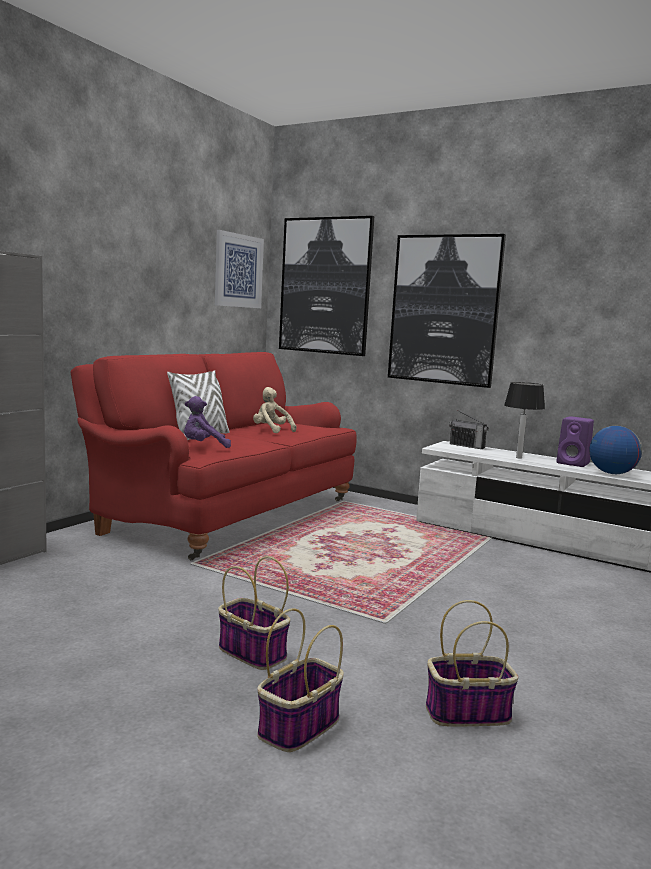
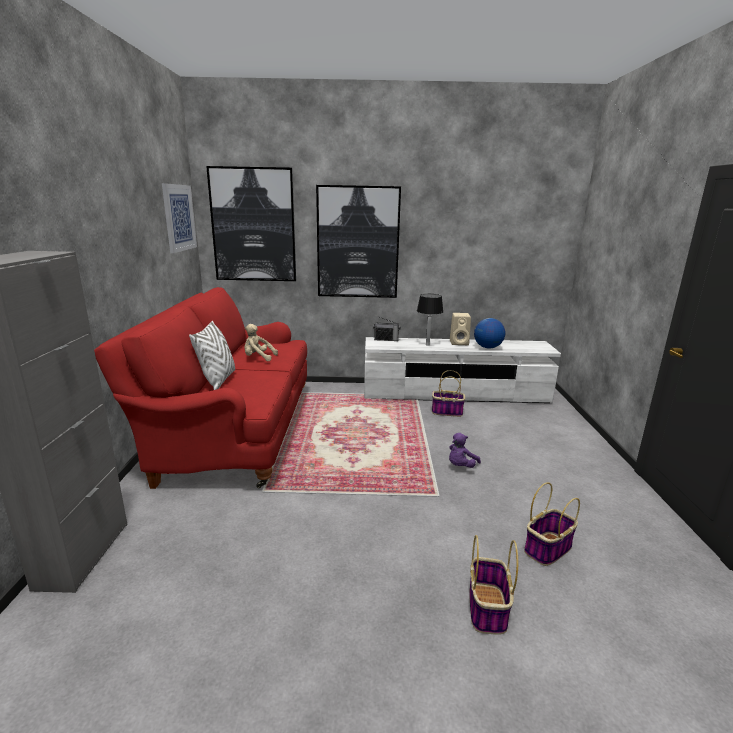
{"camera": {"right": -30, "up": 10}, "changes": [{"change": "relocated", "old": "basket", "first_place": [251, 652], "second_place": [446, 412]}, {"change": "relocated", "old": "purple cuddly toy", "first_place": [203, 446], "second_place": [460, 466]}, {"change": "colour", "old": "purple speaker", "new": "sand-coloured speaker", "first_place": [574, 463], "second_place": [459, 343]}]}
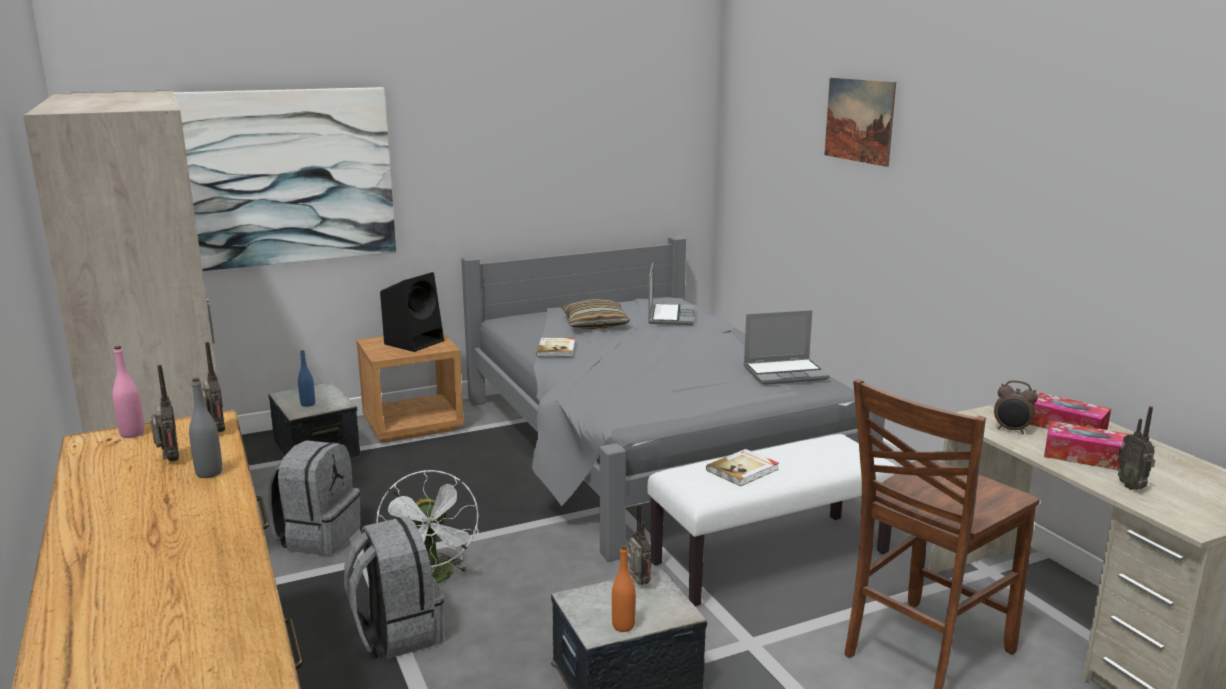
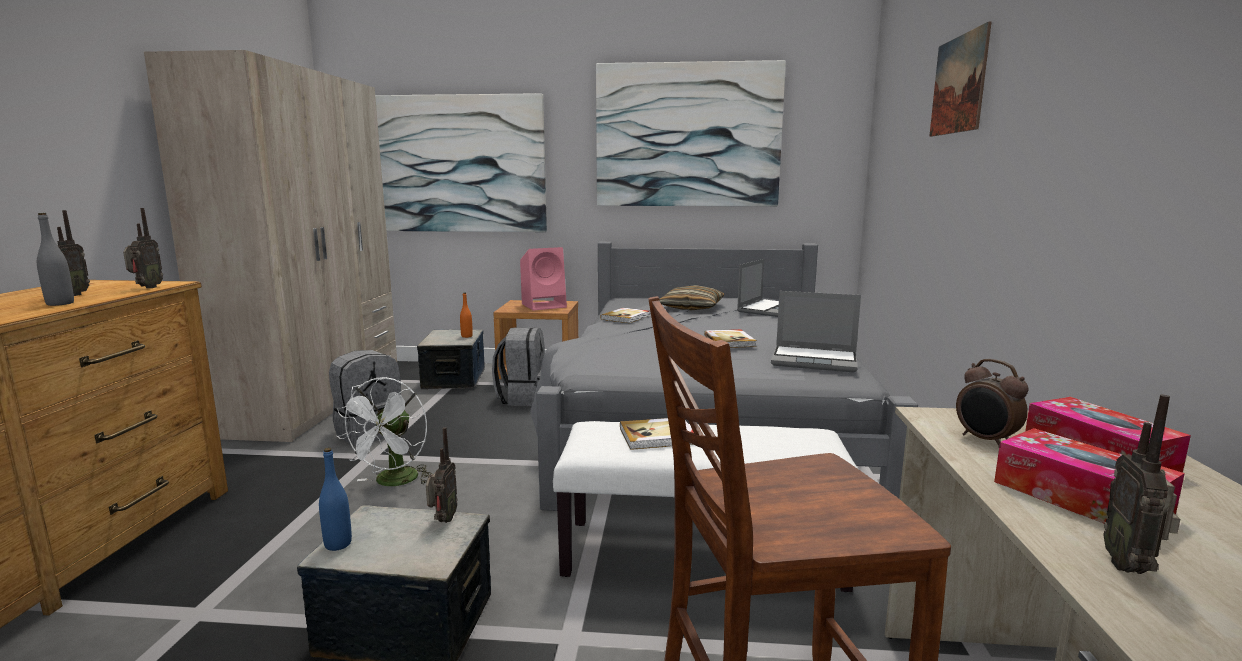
{"camera": {"right": 30, "up": -5}, "changes": [{"change": "relocated", "old": "bluish beverage bottle", "first_place": [308, 404], "second_place": [338, 544]}, {"change": "relocated", "old": "orange beverage bottle", "first_place": [623, 626], "second_place": [466, 336]}, {"change": "relocated", "old": "gray knapsack", "first_place": [397, 633], "second_place": [524, 398]}, {"change": "colour", "old": "black speaker", "new": "pink-coloured speaker", "first_place": [415, 342], "second_place": [545, 305]}, {"change": "appeared", "new": "wall art", "second_place": [687, 135]}, {"change": "appeared", "new": "bound book", "second_place": [730, 341]}, {"change": "missing", "old": "pink-coloured beverage bottle", "first_place": [132, 434]}]}
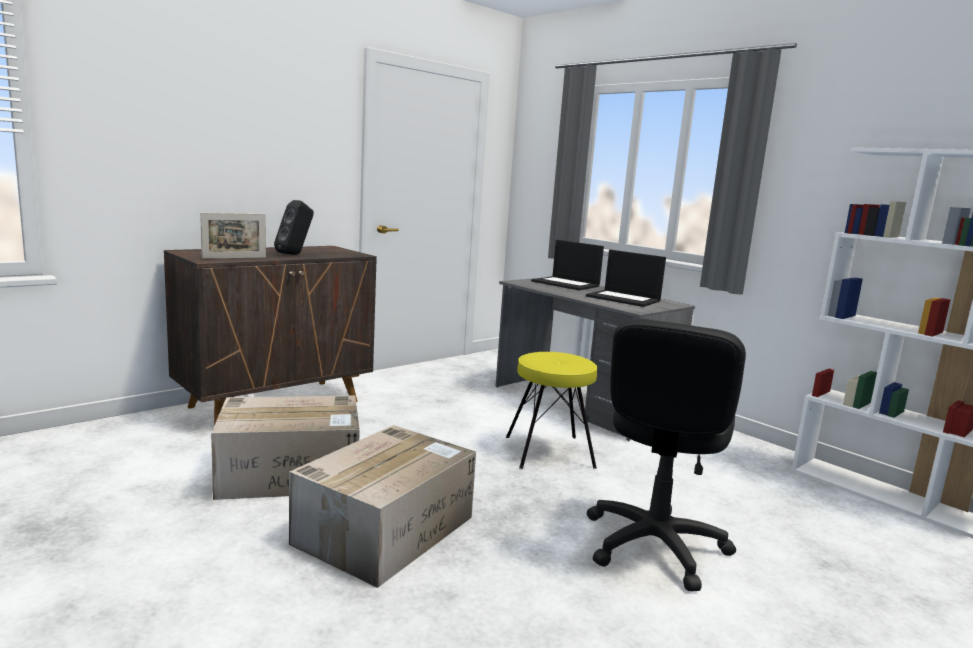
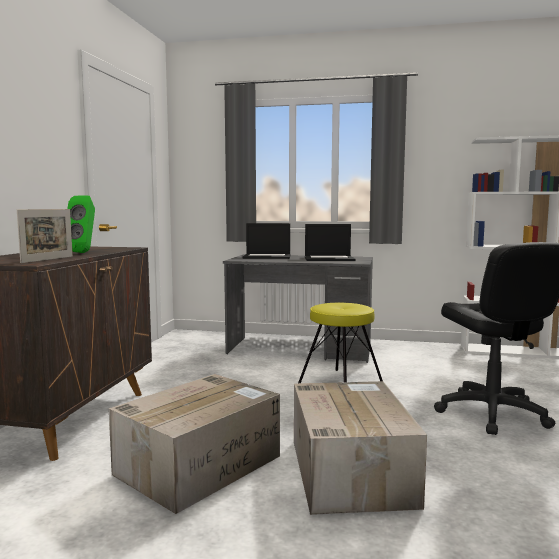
{"camera": {"right": -35, "up": -5}, "changes": [{"change": "colour", "old": "black speaker", "new": "greenish speaker", "first_place": [295, 254], "second_place": [83, 252]}]}
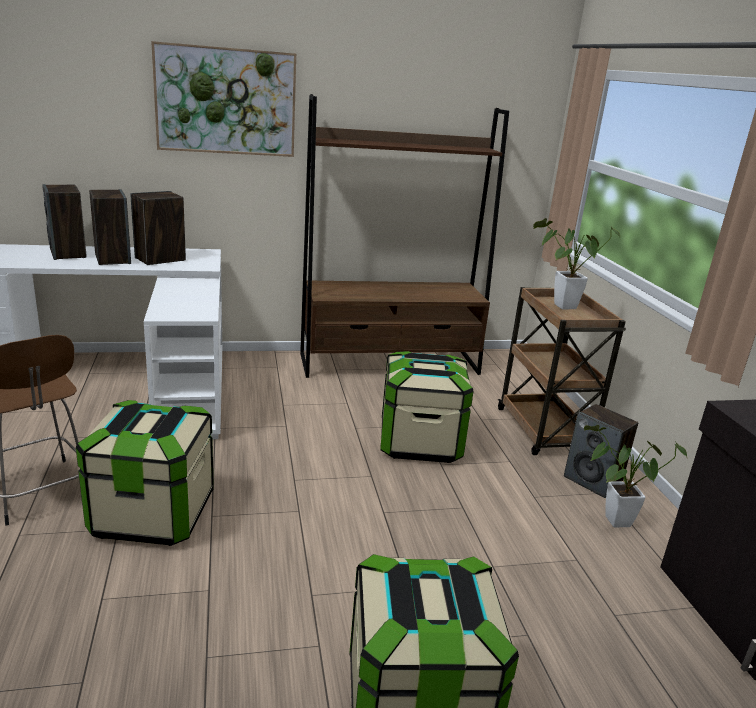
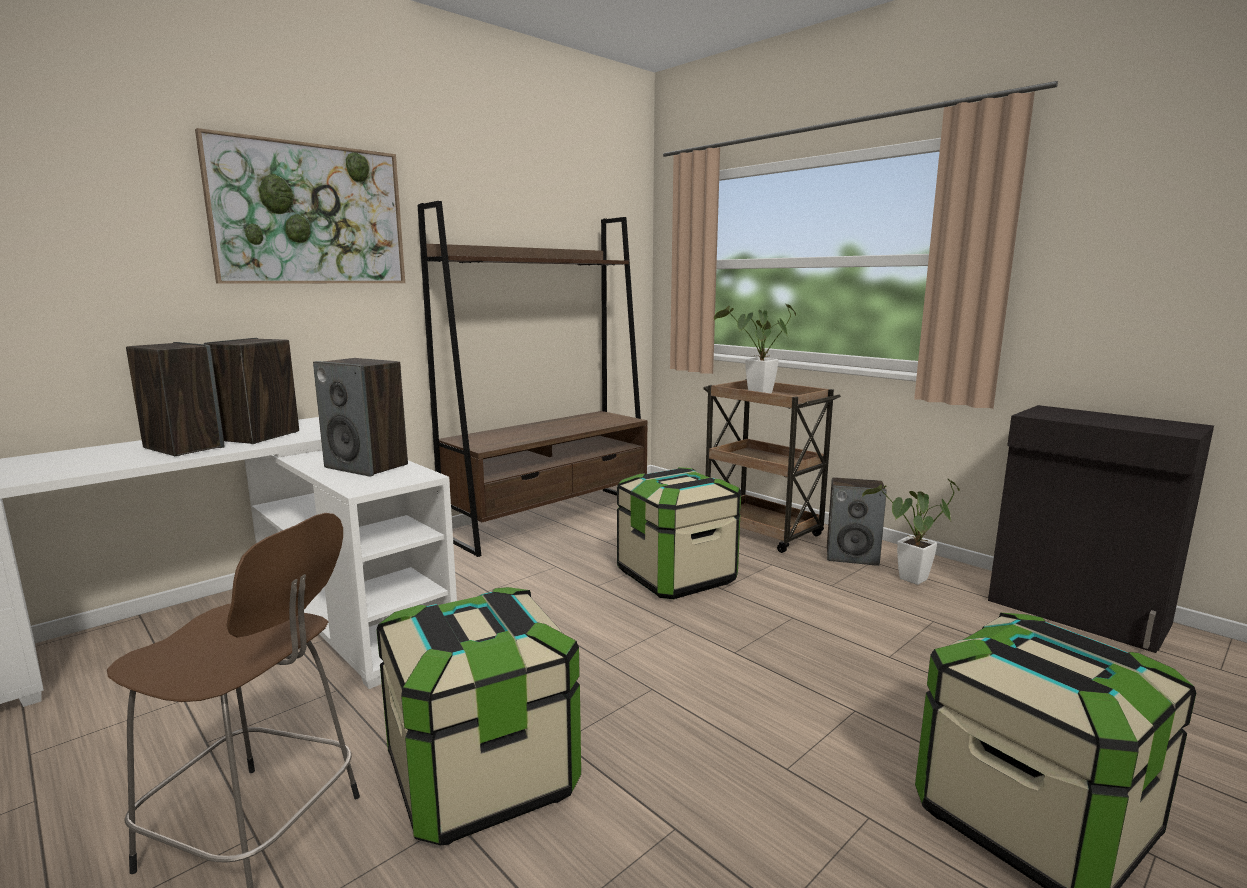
{"camera": {"right": -30, "up": -10}, "changes": [{"change": "relocated", "old": "speaker", "first_place": [68, 253], "second_place": [367, 466]}]}
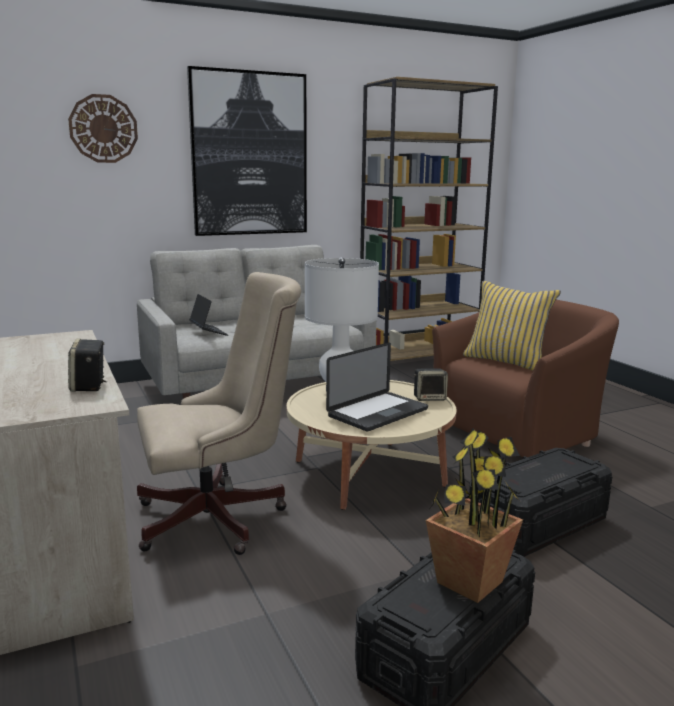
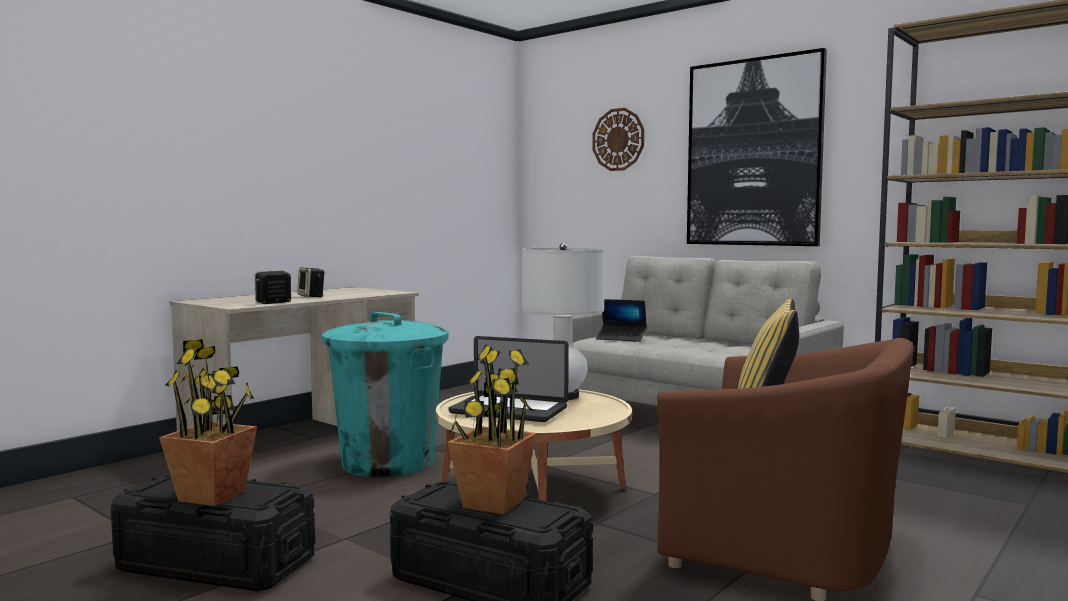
{"camera": {"right": 65, "up": -10}, "changes": [{"change": "relocated", "old": "speaker", "first_place": [430, 398], "second_place": [312, 296]}, {"change": "exchanged", "old": "sand-coloured office chair", "new": "turquoise-coloured rubbish bin", "first_place": [220, 518], "second_place": [388, 462]}, {"change": "appeared", "new": "plant in a pot", "second_place": [492, 503]}, {"change": "spun", "old": "laptop", "first_place": [208, 332], "second_place": [621, 338], "degrees": 75}]}
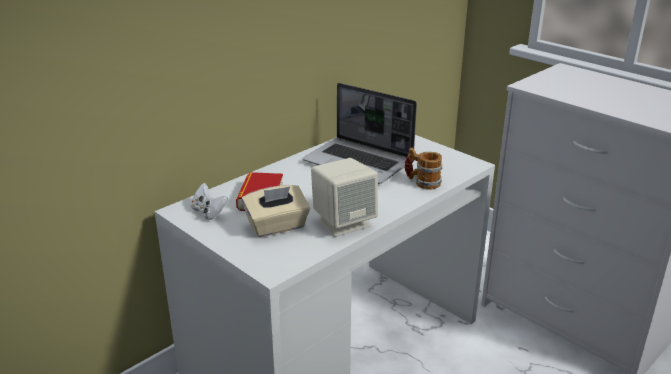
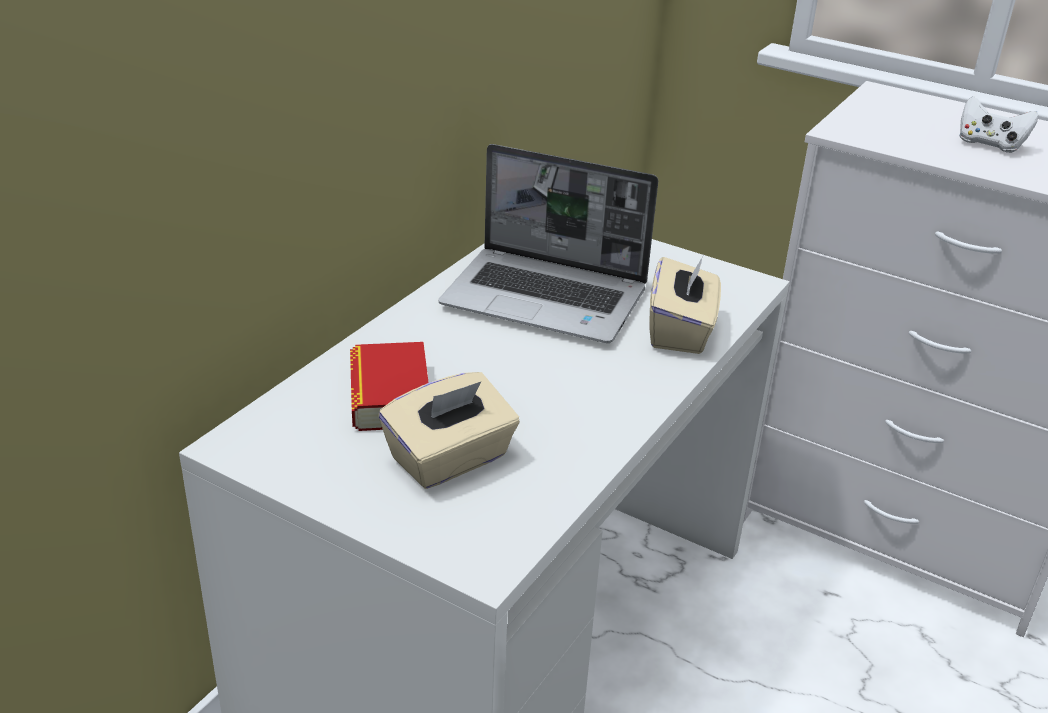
{"camera": {"right": -15, "up": 5}, "changes": [{"change": "exchanged", "old": "tea mug", "new": "sand-coloured box of tissues", "first_place": [422, 182], "second_place": [681, 331]}, {"change": "relocated", "old": "white-coloured gamepad", "first_place": [208, 212], "second_place": [989, 144]}, {"change": "missing", "old": "sand-coloured speaker", "first_place": [344, 222]}]}
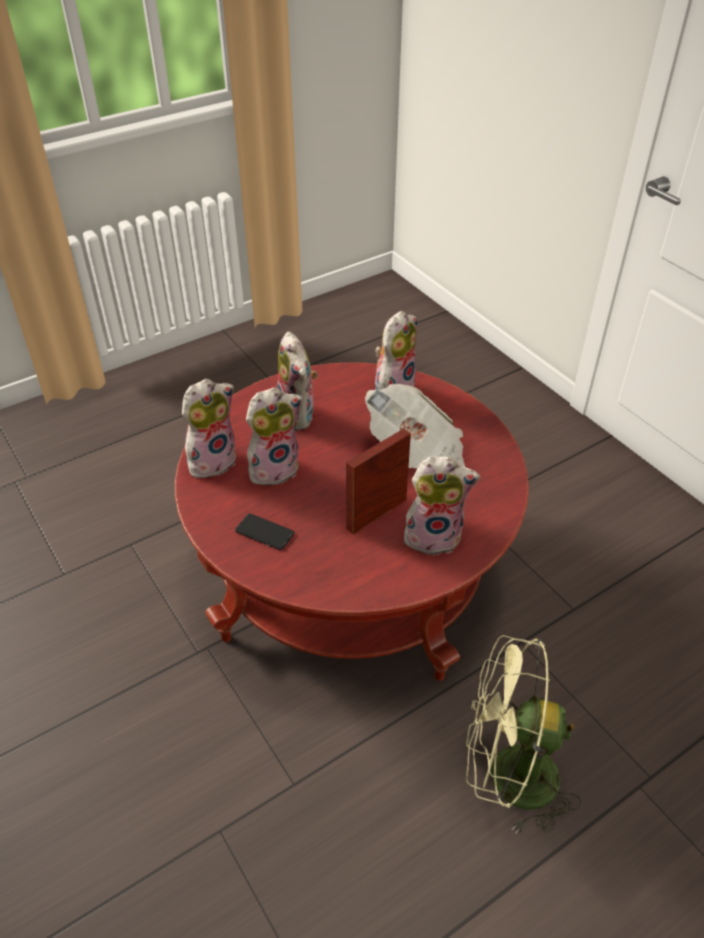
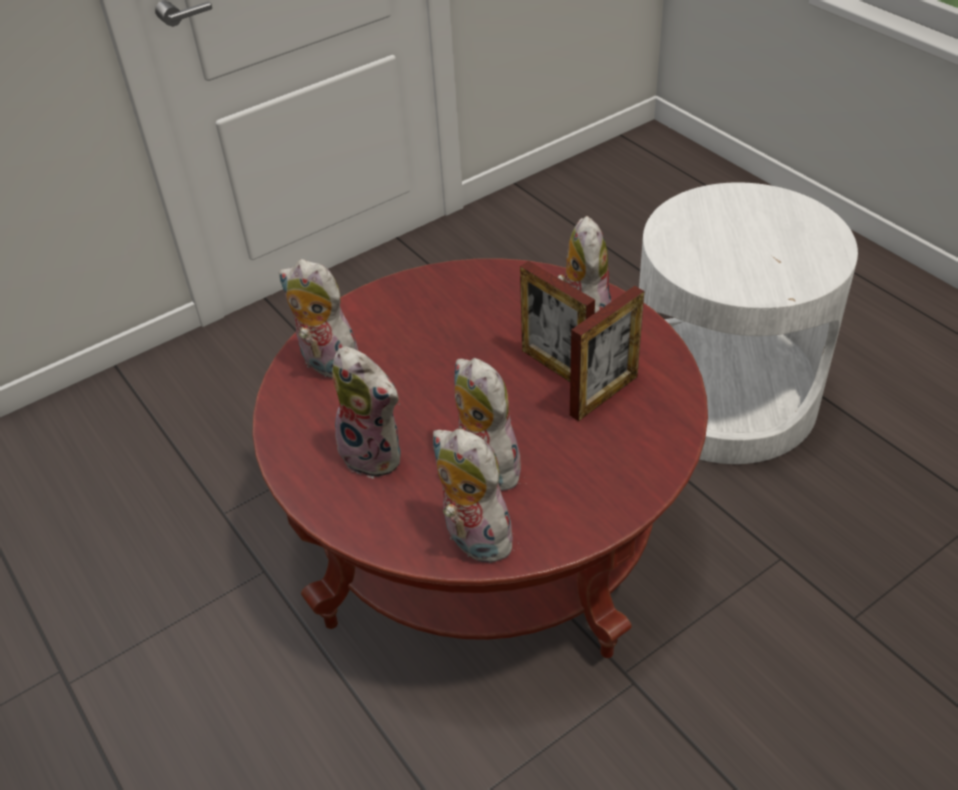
{"camera": {"right": -90, "up": 0}, "changes": [{"change": "spun", "old": "cuddly toy", "first_place": [299, 416], "second_place": [376, 453], "degrees": 60}, {"change": "appeared", "new": "picture frame", "second_place": [604, 395]}, {"change": "exchanged", "old": "greenish fan", "new": "white-coloured end table", "first_place": [507, 777], "second_place": [723, 395]}, {"change": "missing", "old": "phone", "first_place": [264, 532]}, {"change": "missing", "old": "printed paper", "first_place": [417, 454]}]}
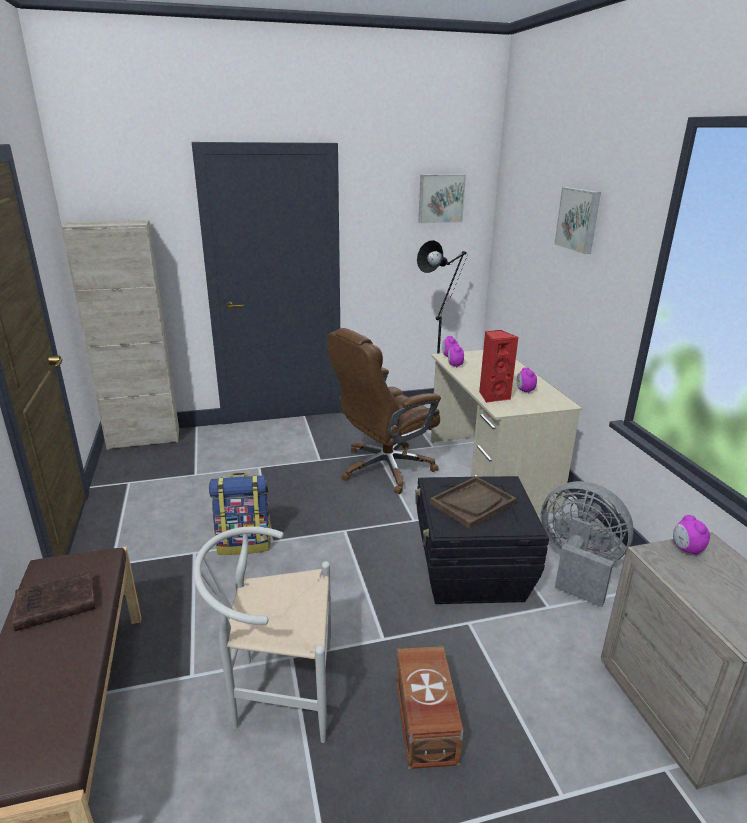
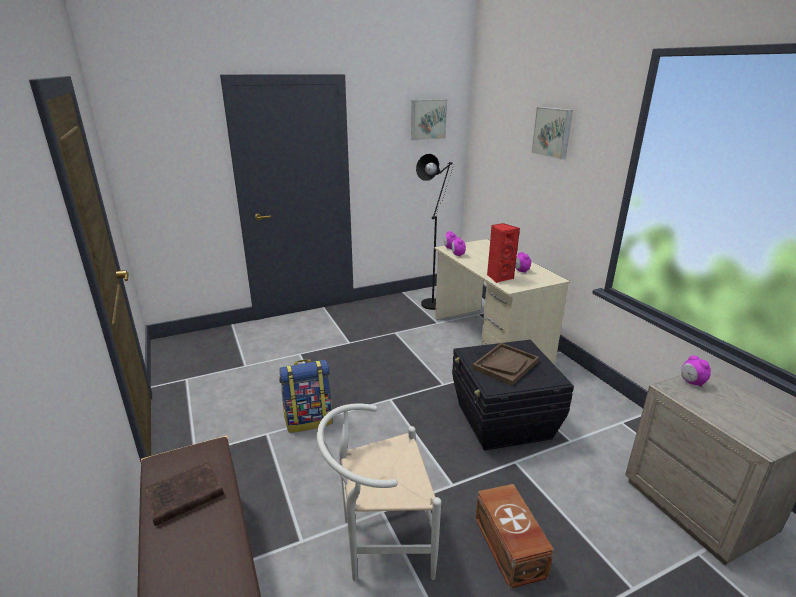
{"camera": {"right": -10, "up": 0}, "changes": [{"change": "missing", "old": "sand-coloured cabinet", "first_place": [144, 439]}, {"change": "missing", "old": "brown-coloured office chair", "first_place": [384, 468]}, {"change": "missing", "old": "gray fan", "first_place": [577, 567]}]}
